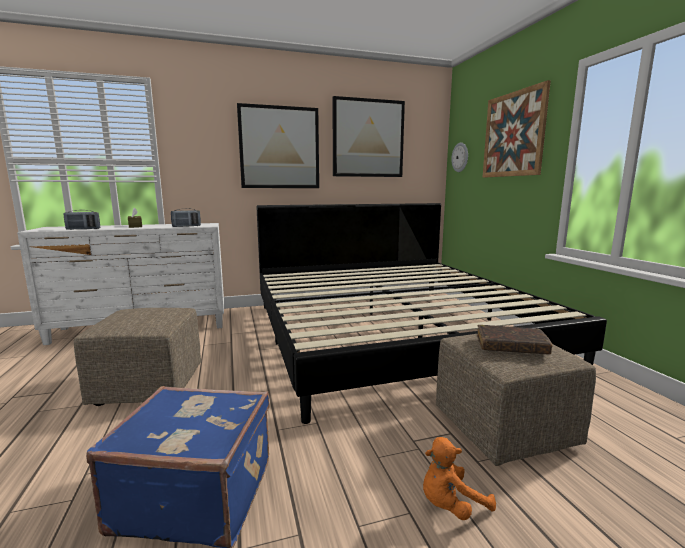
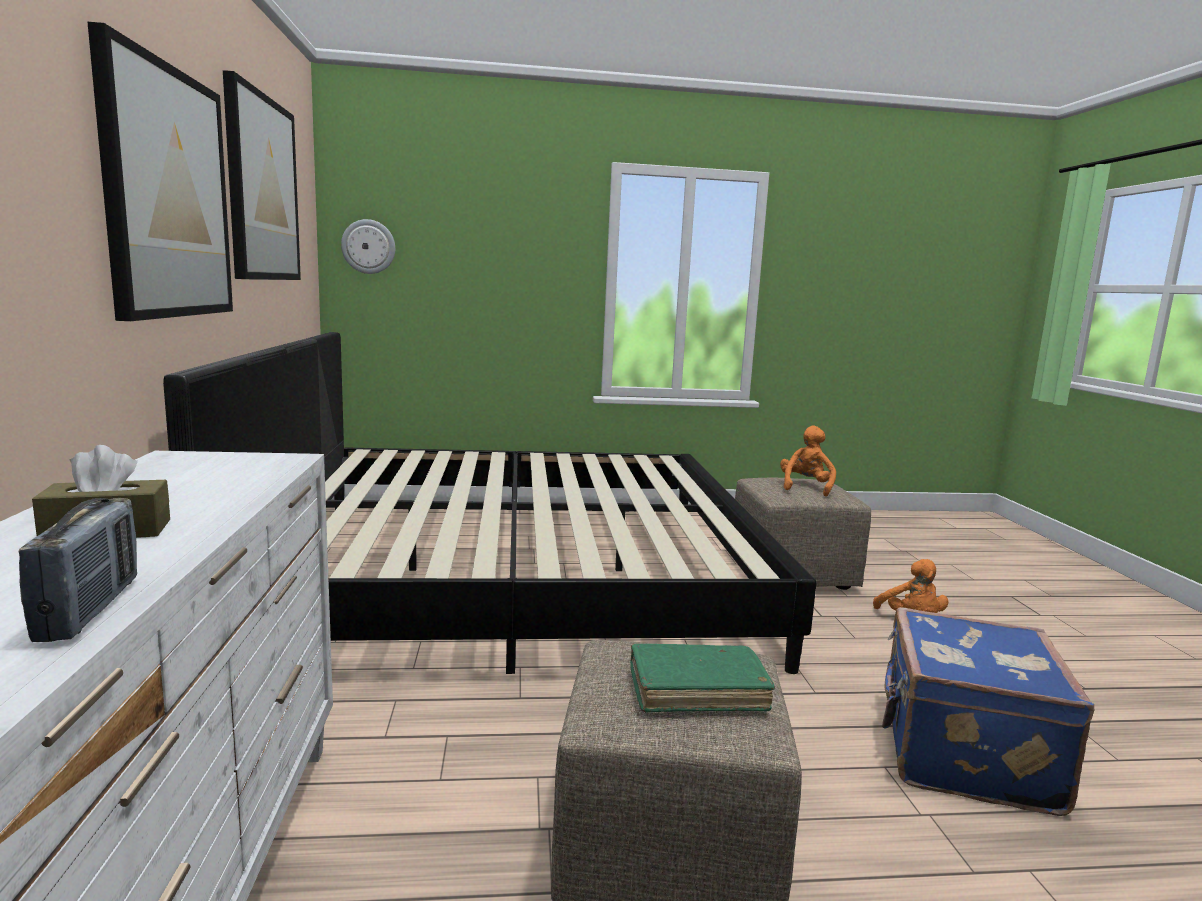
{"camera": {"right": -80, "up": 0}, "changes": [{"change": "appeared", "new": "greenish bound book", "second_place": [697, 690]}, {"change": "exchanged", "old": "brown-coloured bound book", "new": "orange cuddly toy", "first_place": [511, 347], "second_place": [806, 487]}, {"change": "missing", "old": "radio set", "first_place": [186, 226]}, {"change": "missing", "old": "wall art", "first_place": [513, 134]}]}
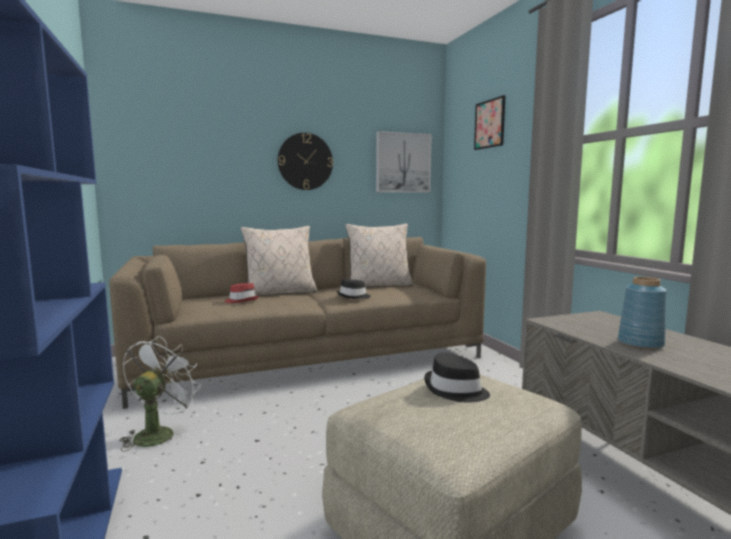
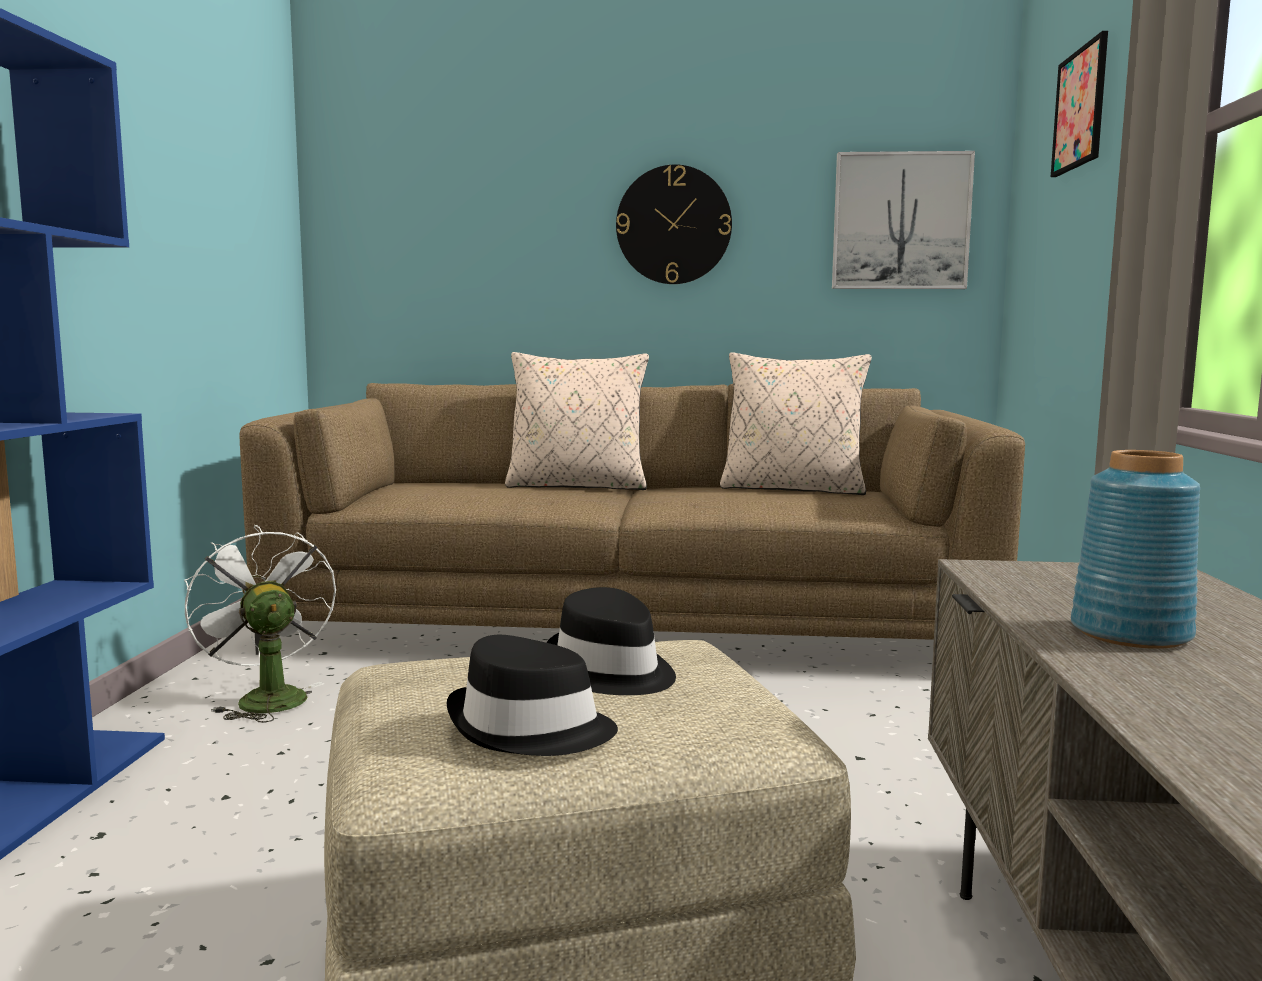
{"camera": {"right": 25, "up": 0}, "changes": [{"change": "spun", "old": "white-coloured fan", "first_place": [158, 433], "second_place": [265, 698], "degrees": -75}, {"change": "relocated", "old": "black hat", "first_place": [353, 296], "second_place": [530, 729]}, {"change": "missing", "old": "red hat", "first_place": [241, 300]}]}
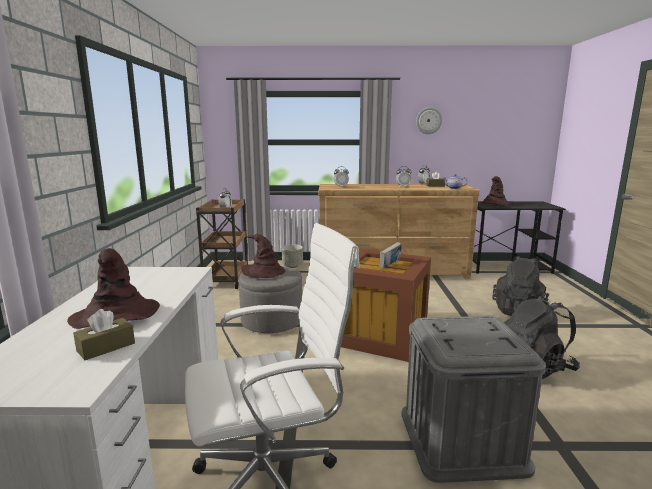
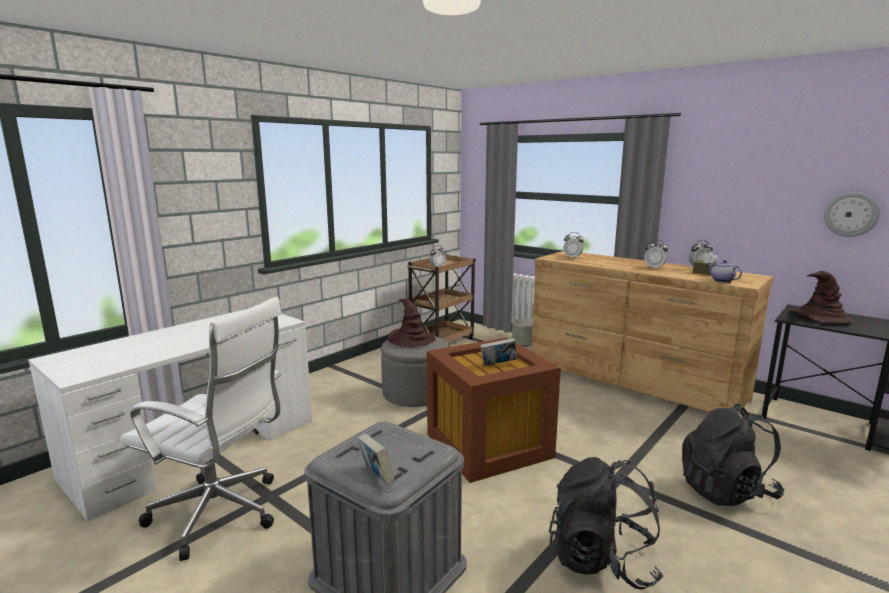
{"camera": {"right": 40, "up": 0}, "changes": [{"change": "appeared", "new": "bound book", "second_place": [376, 477]}, {"change": "relocated", "old": "wall clock", "first_place": [428, 120], "second_place": [851, 214]}, {"change": "missing", "old": "brown-coloured hat", "first_place": [115, 315]}, {"change": "missing", "old": "brown-coloured box of tissues", "first_place": [106, 347]}]}
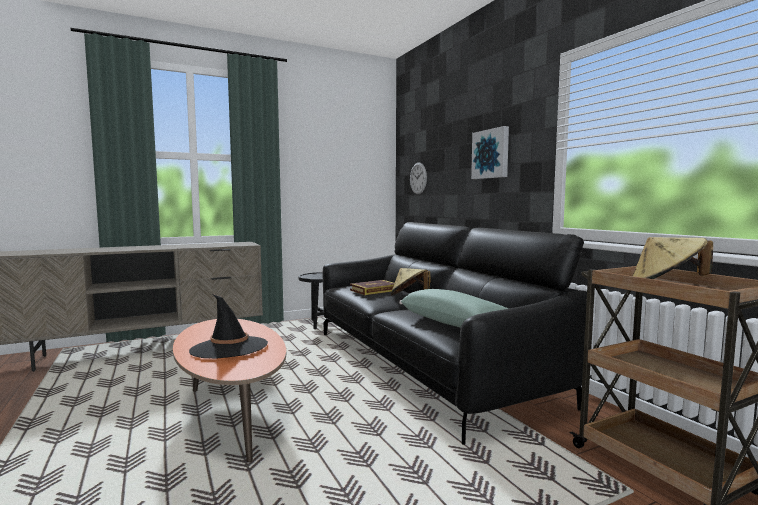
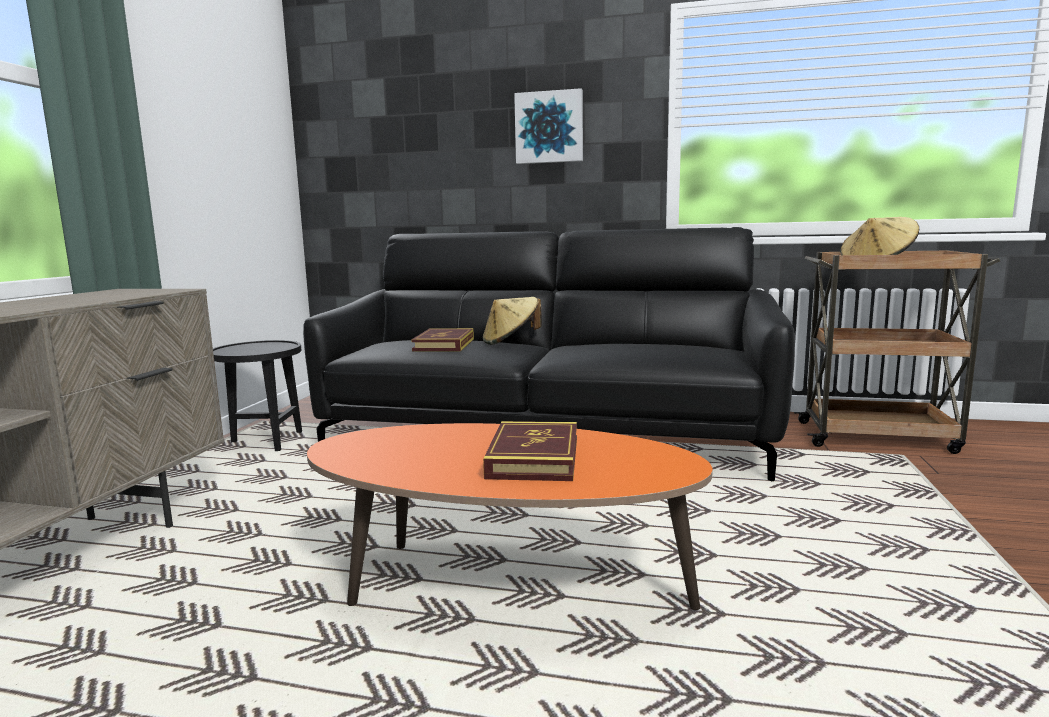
{"camera": {"right": -50, "up": 5}, "changes": [{"change": "exchanged", "old": "black hat", "new": "bound book", "first_place": [229, 348], "second_place": [534, 458]}, {"change": "missing", "old": "greenish pillow", "first_place": [455, 323]}, {"change": "missing", "old": "wall clock", "first_place": [418, 178]}]}
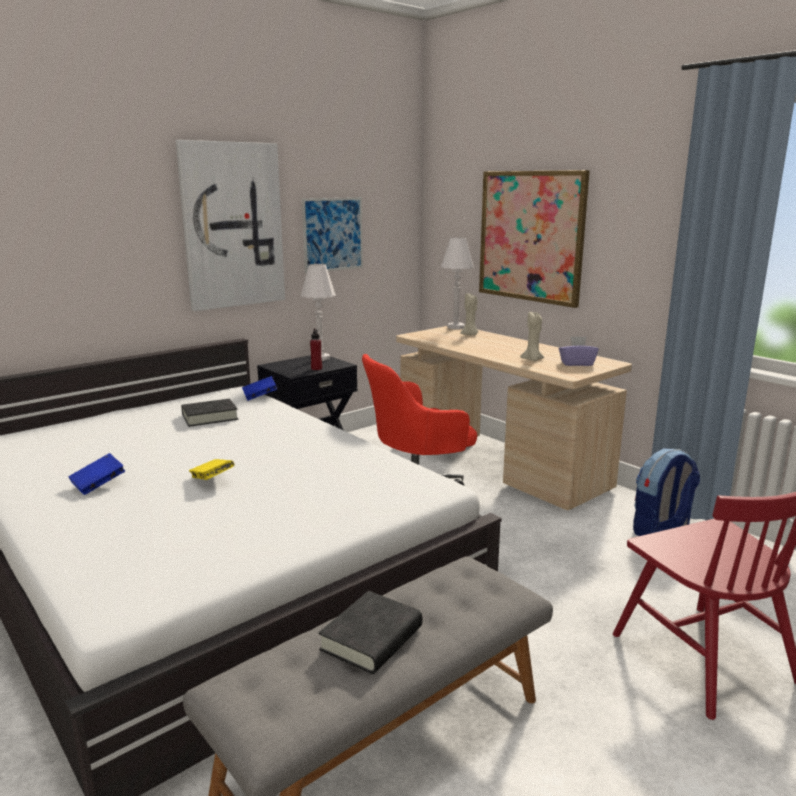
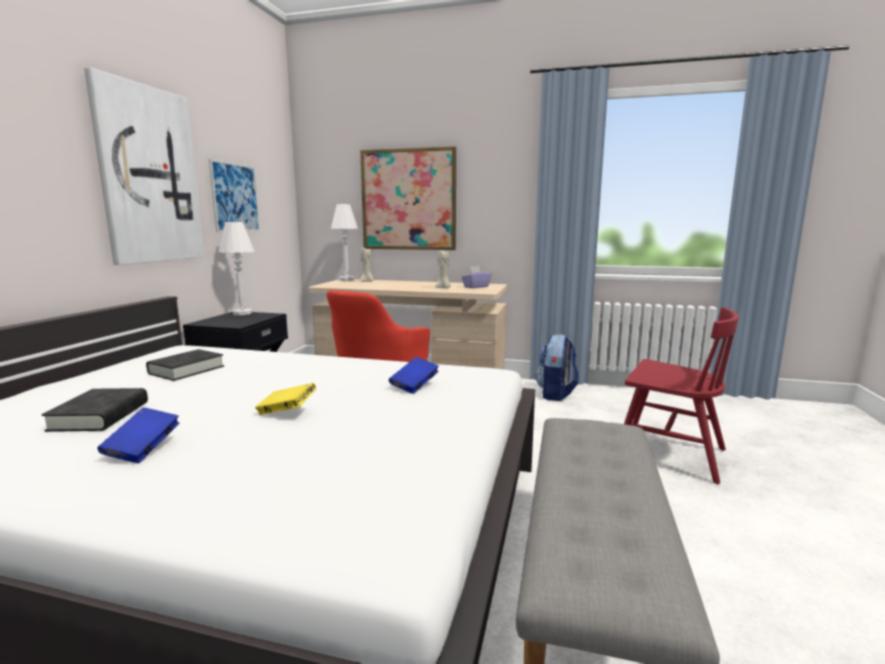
{"camera": {"right": -35, "up": -5}, "changes": [{"change": "relocated", "old": "black bound book", "first_place": [371, 639], "second_place": [100, 416]}, {"change": "relocated", "old": "bluish bound book", "first_place": [260, 396], "second_place": [414, 386]}, {"change": "missing", "old": "red beverage bottle", "first_place": [316, 368]}]}
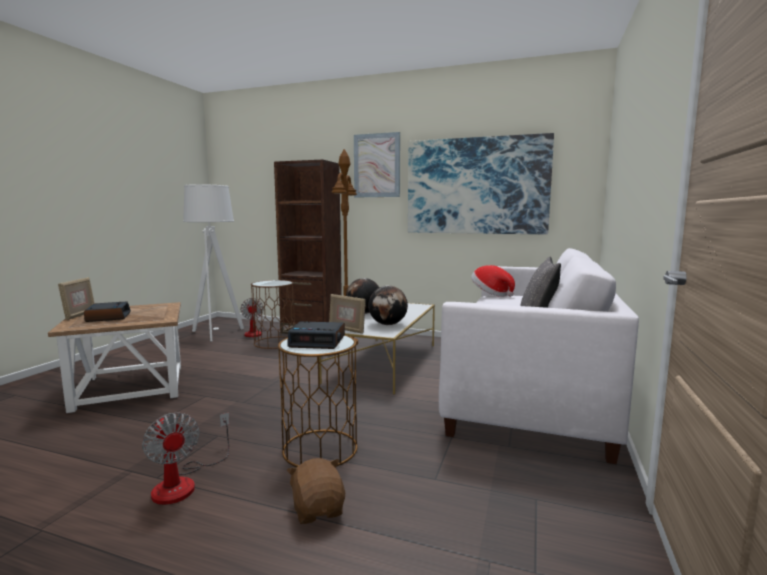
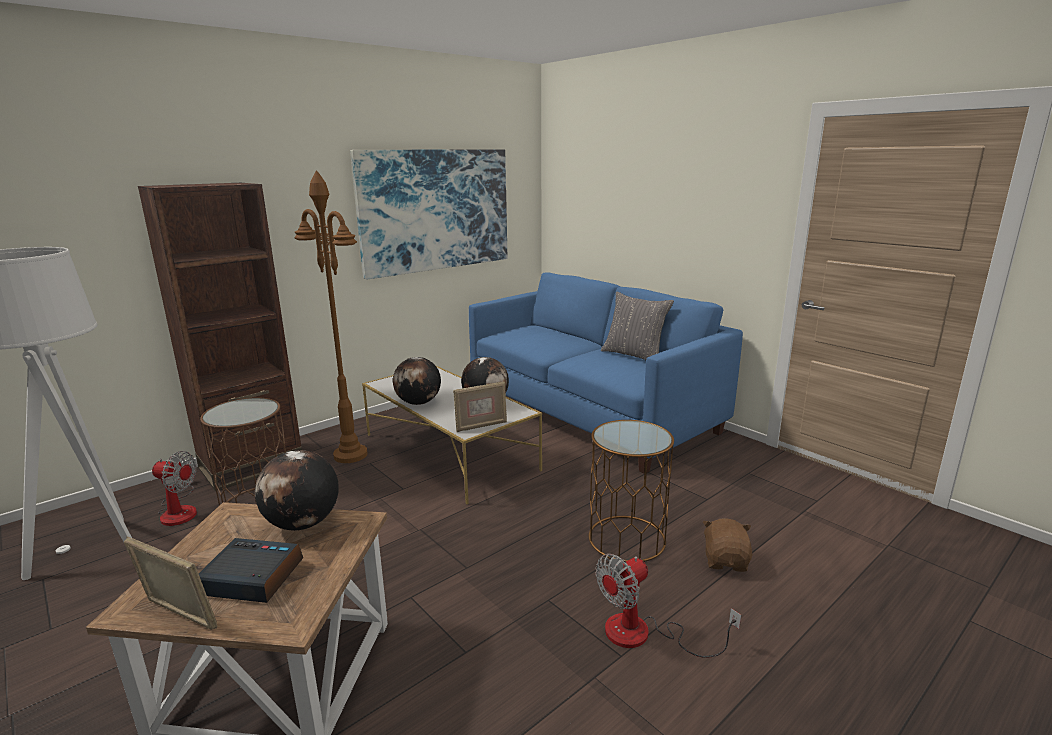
{"camera": {"right": -60, "up": 10}, "changes": [{"change": "appeared", "new": "world globe", "second_place": [303, 524]}, {"change": "colour", "old": "white-coloured settee", "new": "bluish settee", "first_place": [529, 389], "second_place": [591, 413]}, {"change": "spun", "old": "fan", "first_place": [184, 482], "second_place": [643, 635], "degrees": 150}, {"change": "spun", "old": "brown-coloured cuddly toy", "first_place": [318, 509], "second_place": [726, 561], "degrees": 90}, {"change": "missing", "old": "bedside clock", "first_place": [318, 341]}, {"change": "missing", "old": "wall art", "first_place": [376, 165]}, {"change": "missing", "old": "hat", "first_place": [491, 294]}]}
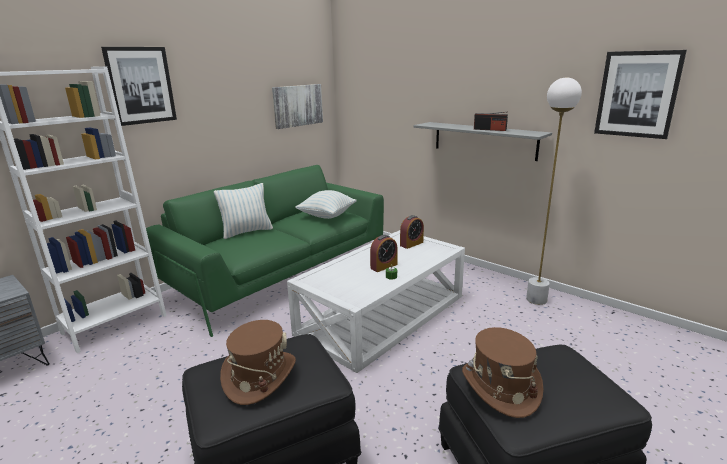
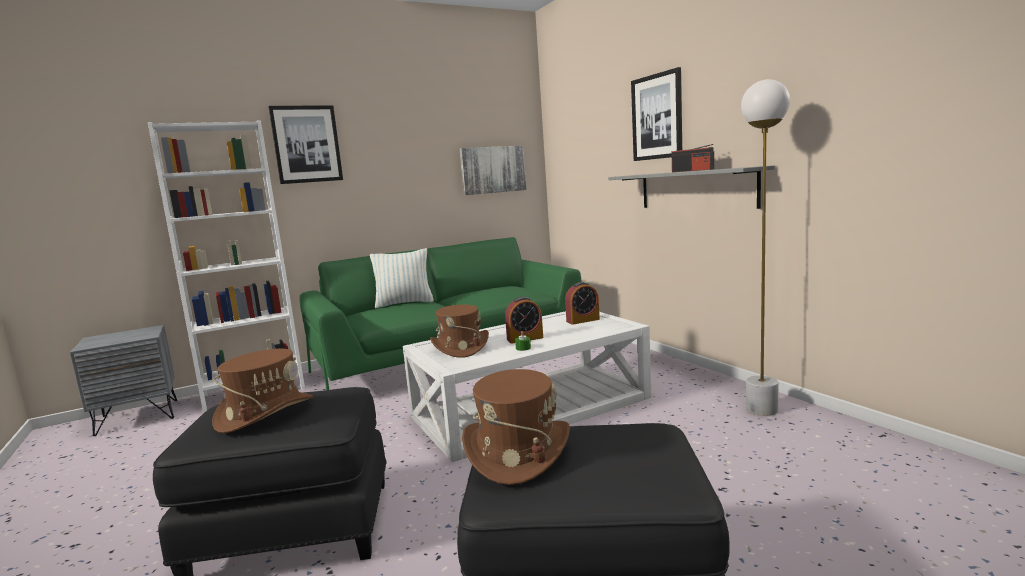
{"camera": {"right": 20, "up": -10}, "changes": [{"change": "appeared", "new": "brown-coloured hat", "second_place": [460, 347]}, {"change": "relocated", "old": "wall art", "first_place": [637, 94], "second_place": [657, 117]}, {"change": "missing", "old": "pillow", "first_place": [327, 216]}]}
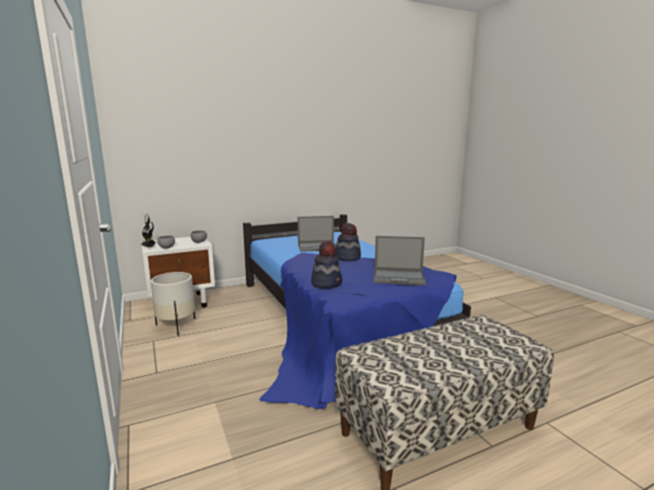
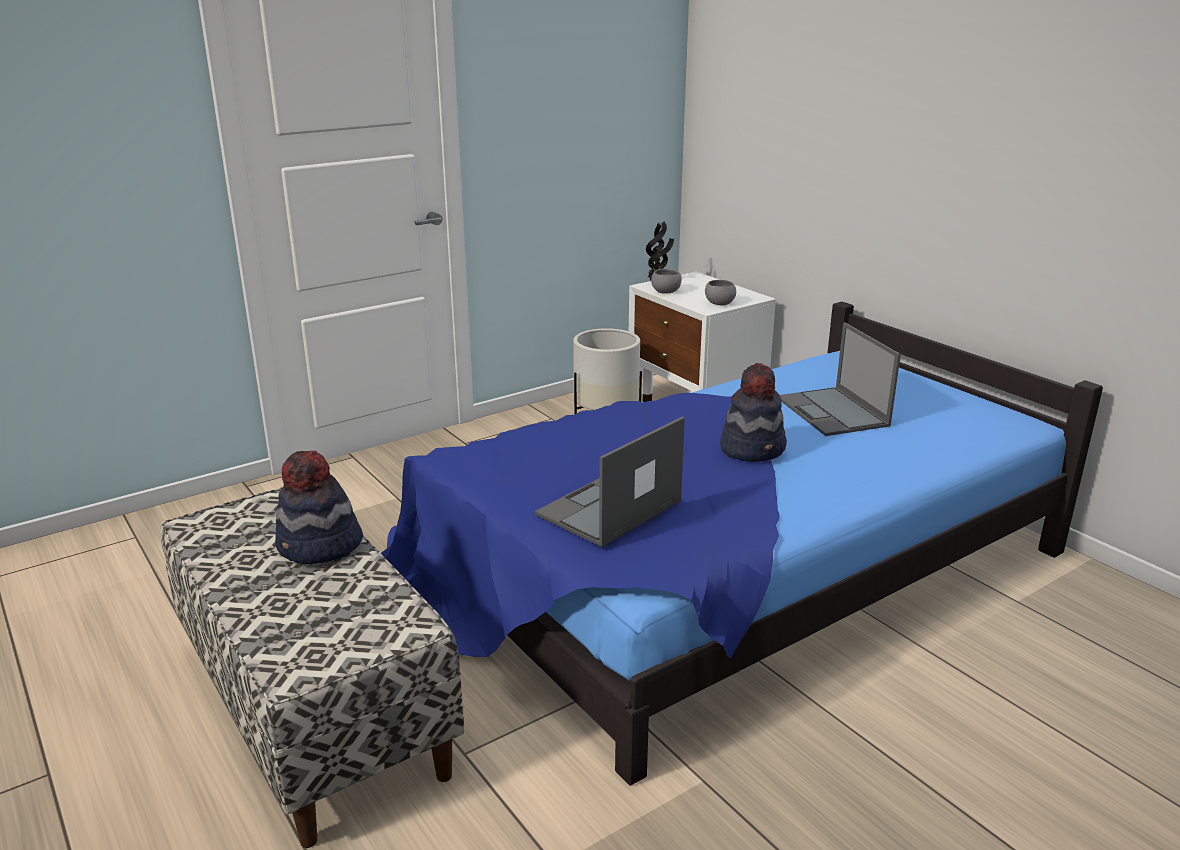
{"camera": {"right": 80, "up": 10}, "changes": [{"change": "relocated", "old": "hat", "first_place": [327, 283], "second_place": [319, 547]}, {"change": "spun", "old": "laptop", "first_place": [399, 277], "second_place": [608, 509], "degrees": 45}]}
